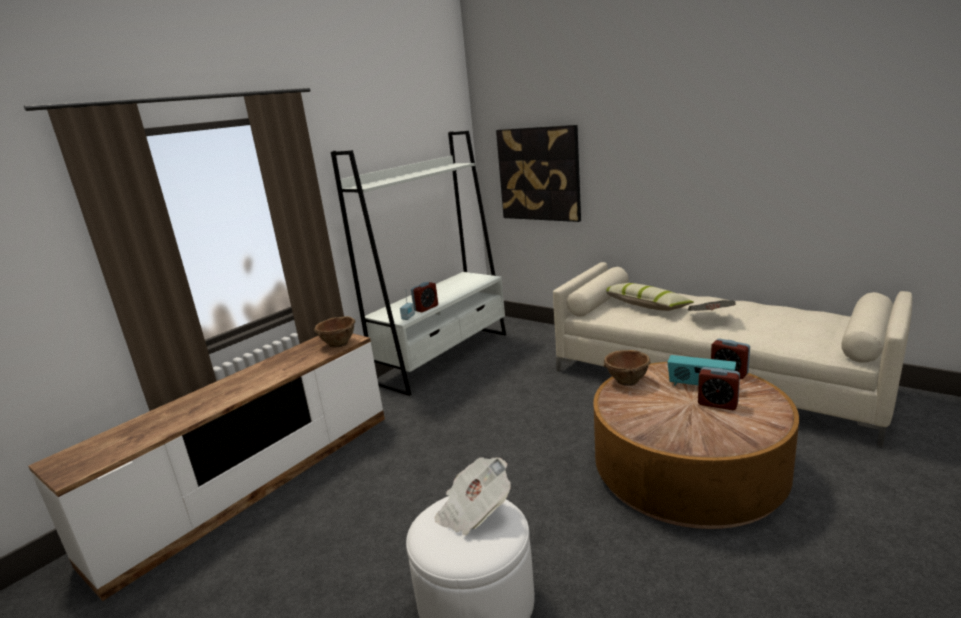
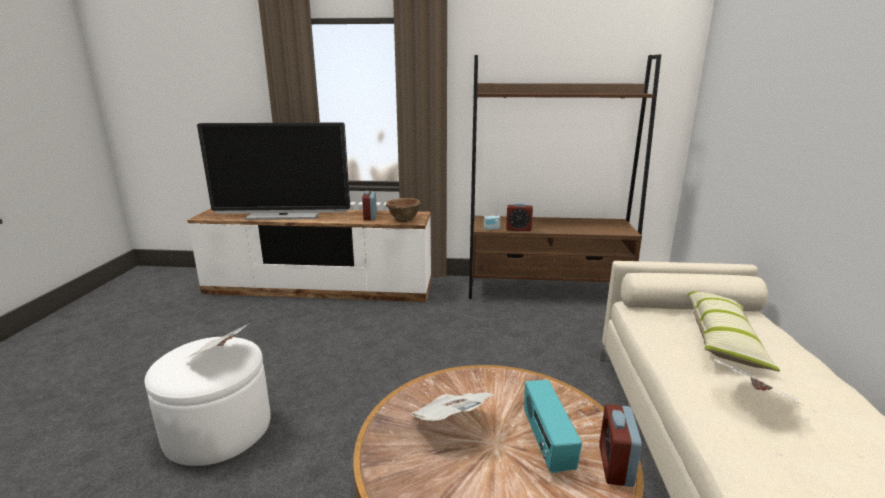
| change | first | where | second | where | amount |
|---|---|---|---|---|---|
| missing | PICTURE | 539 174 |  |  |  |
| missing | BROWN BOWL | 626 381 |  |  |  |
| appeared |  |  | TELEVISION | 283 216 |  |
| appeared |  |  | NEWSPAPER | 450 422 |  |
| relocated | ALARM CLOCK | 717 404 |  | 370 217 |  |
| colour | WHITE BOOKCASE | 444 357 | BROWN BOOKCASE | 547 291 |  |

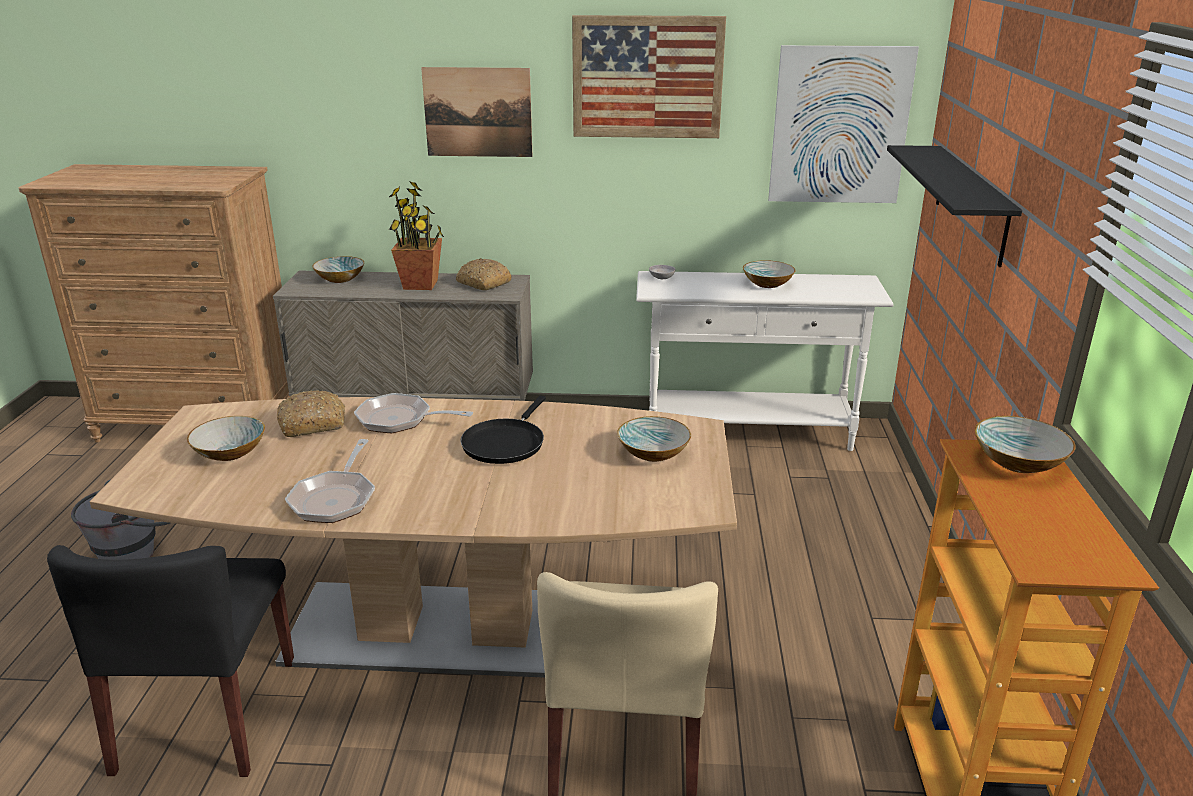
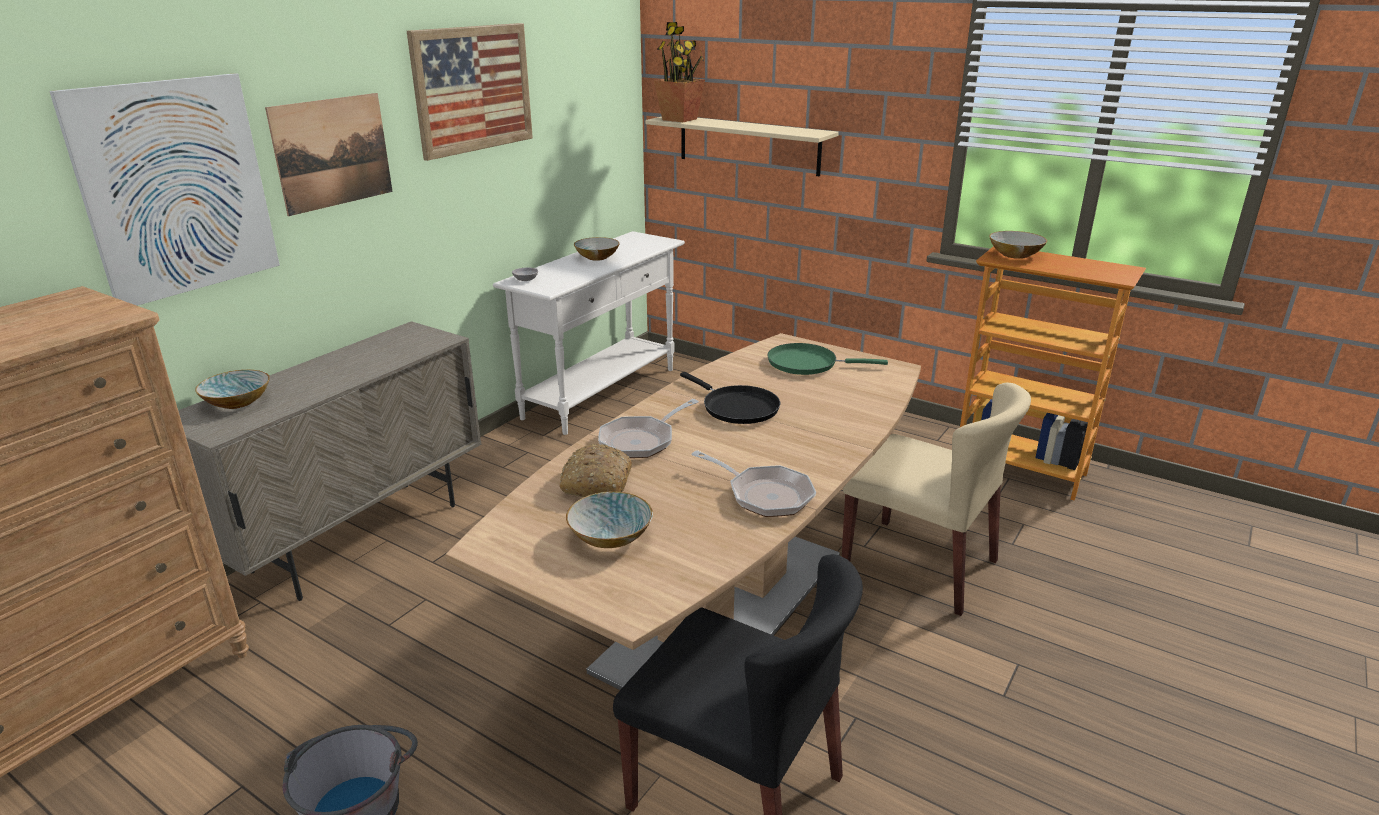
| change | first | where | second | where | amount |
|---|---|---|---|---|---|
| missing | BREAD | 483 283 |  |  |  |
| relocated | POTTED PLANT | 421 285 |  | 680 119 |  |
| relocated | PICTURE | 840 126 |  | 177 188 |  |
| exchanged | BOWL | 653 453 | GREEN FRYING PAN | 807 364 |  |
| colour | BLACK SHELF | 971 203 | BEIGE SHELF | 748 145 |  |

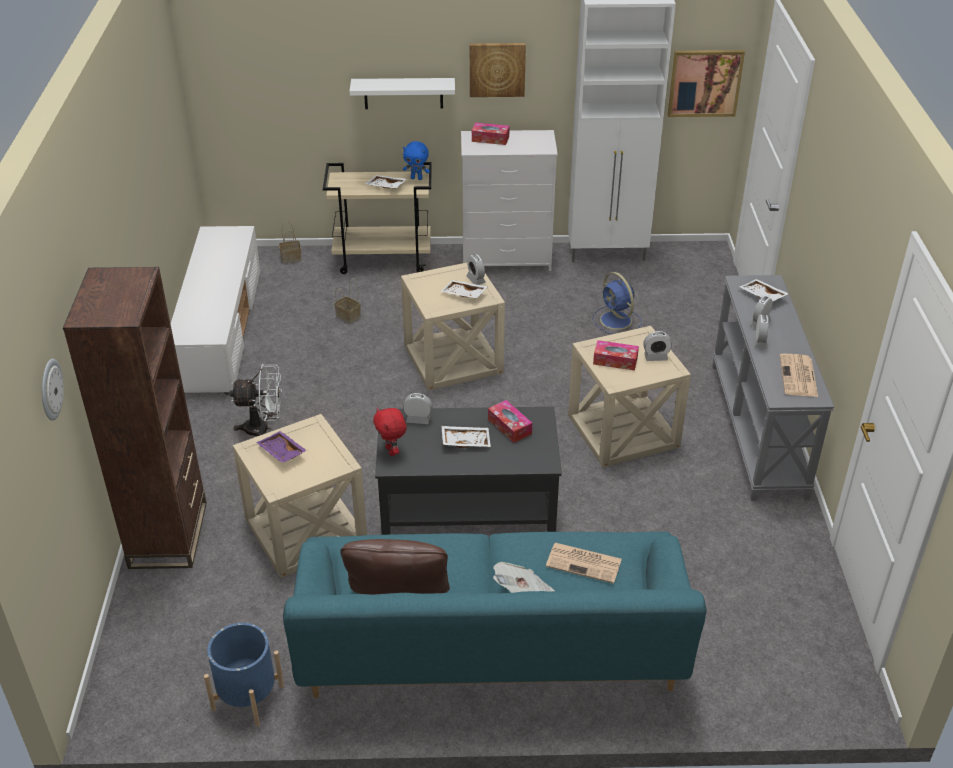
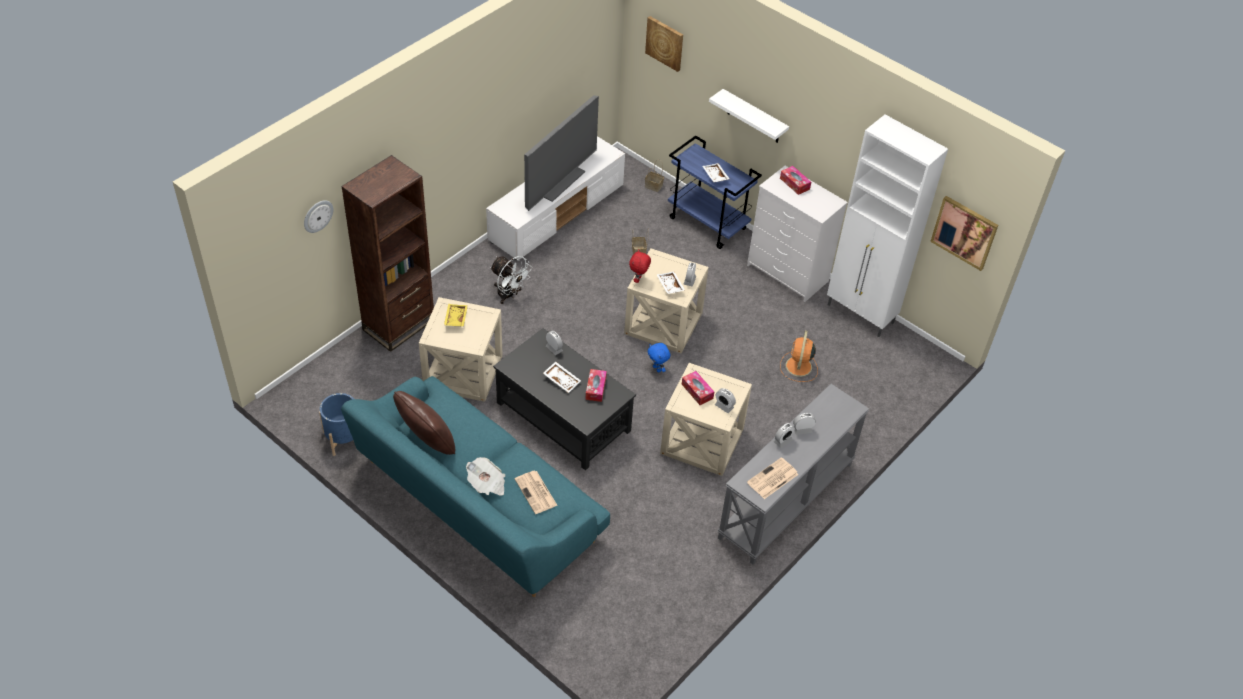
| change | first | where | second | where | amount |
|---|---|---|---|---|---|
| missing | WHITE TRAY | 762 296 |  |  |  |
| appeared |  |  | TELEVISION | 558 180 |  |
| relocated | RED PLUSH TOY | 391 451 |  | 639 279 |  |
| relocated | BLUE PLUSH TOY | 416 178 |  | 657 369 |  |
| relocated | PICTURE | 497 69 |  | 665 43 |  |
| colour | PURPLE TRAY | 281 452 | YELLOW TRAY | 455 318 |  |
| colour | BEIGE CART | 383 259 | BLUE CART | 708 223 |  |
| colour | BLUE FAN | 617 321 | ORANGE FAN | 798 367 |  |

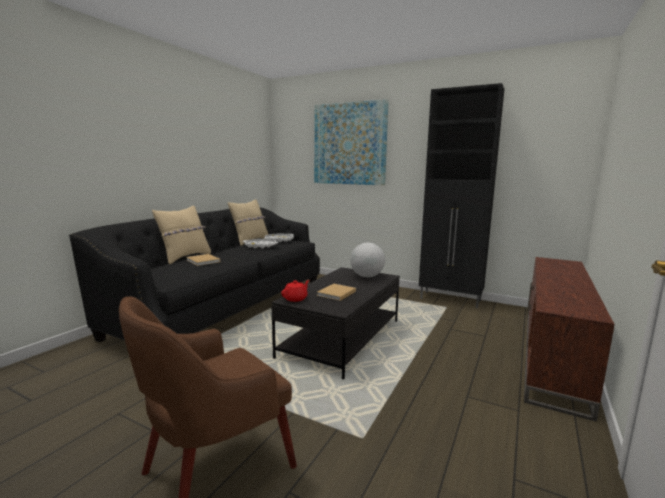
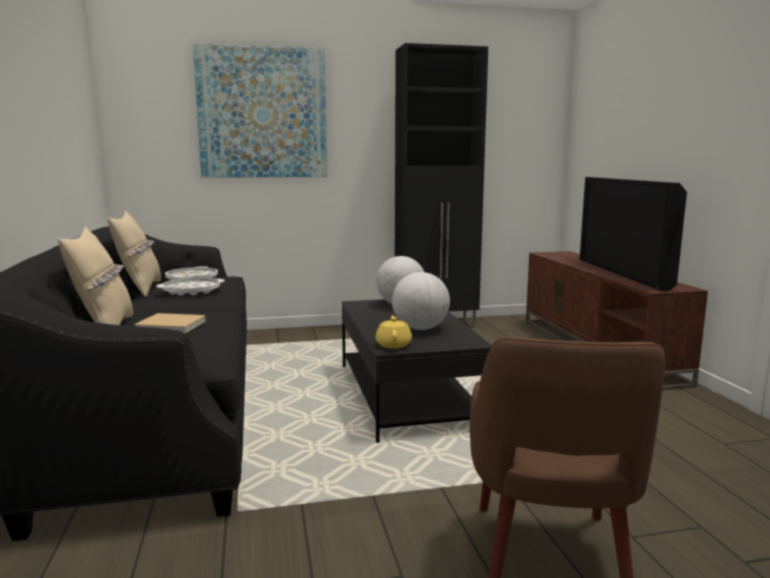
| change | first | where | second | where | amount |
|---|---|---|---|---|---|
| appeared |  |  | TELEVISION | 625 273 |  |
| exchanged | BEIGE BOOK | 336 293 | GLOBE | 420 328 |  |
| colour | RED TEAPOT | 295 298 | YELLOW TEAPOT | 393 344 |  |

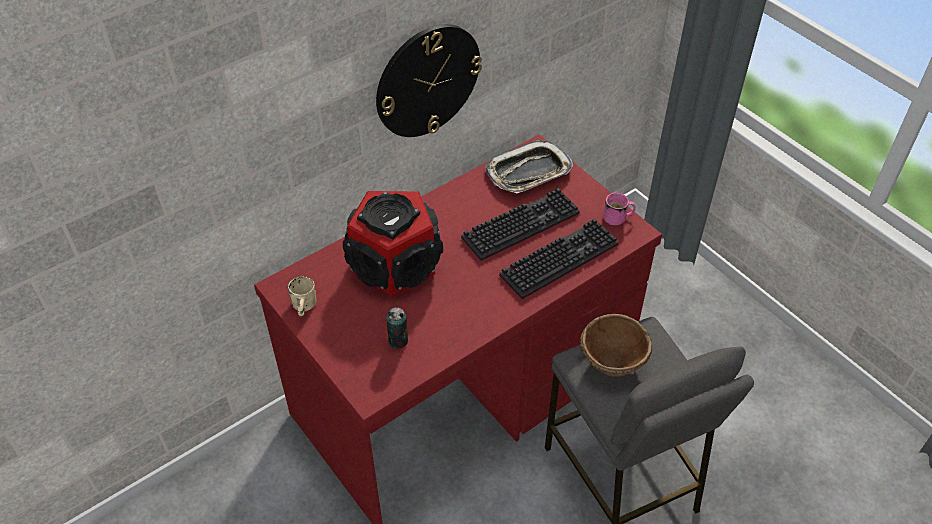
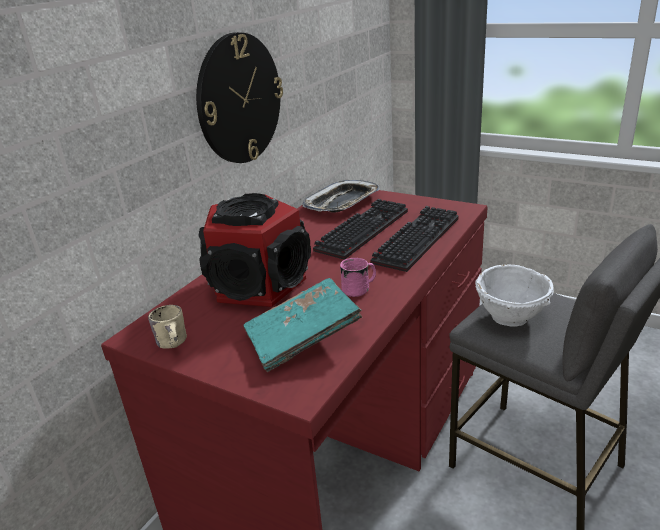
| change | first | where | second | where | amount |
|---|---|---|---|---|---|
| relocated | PINK MUG | 618 218 |  | 360 289 |  |
| exchanged | CAN | 398 341 | TURQUOISE BOOK | 302 338 |  |
| colour | BROWN BOWL | 612 364 | WHITE BOWL | 511 317 |  |

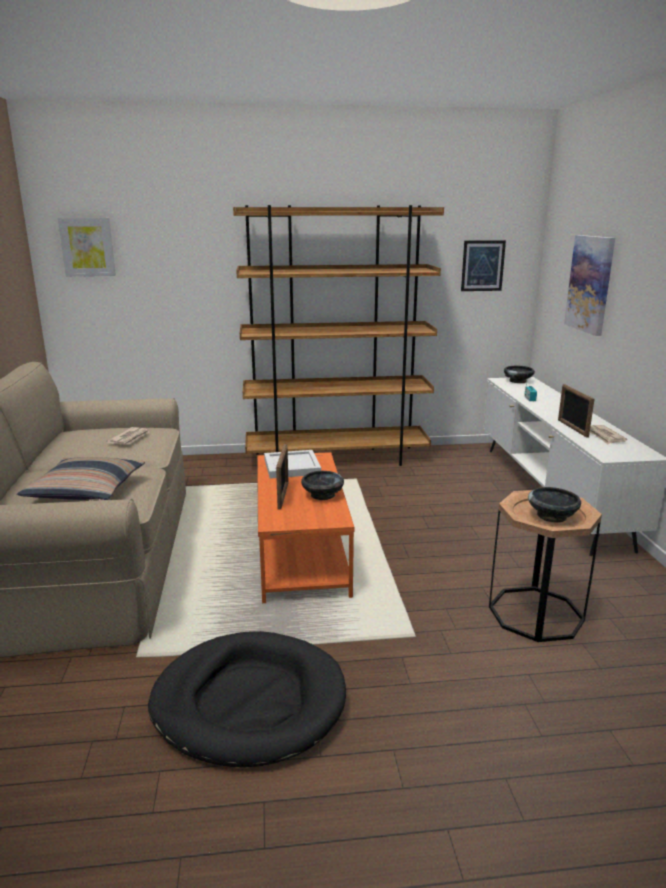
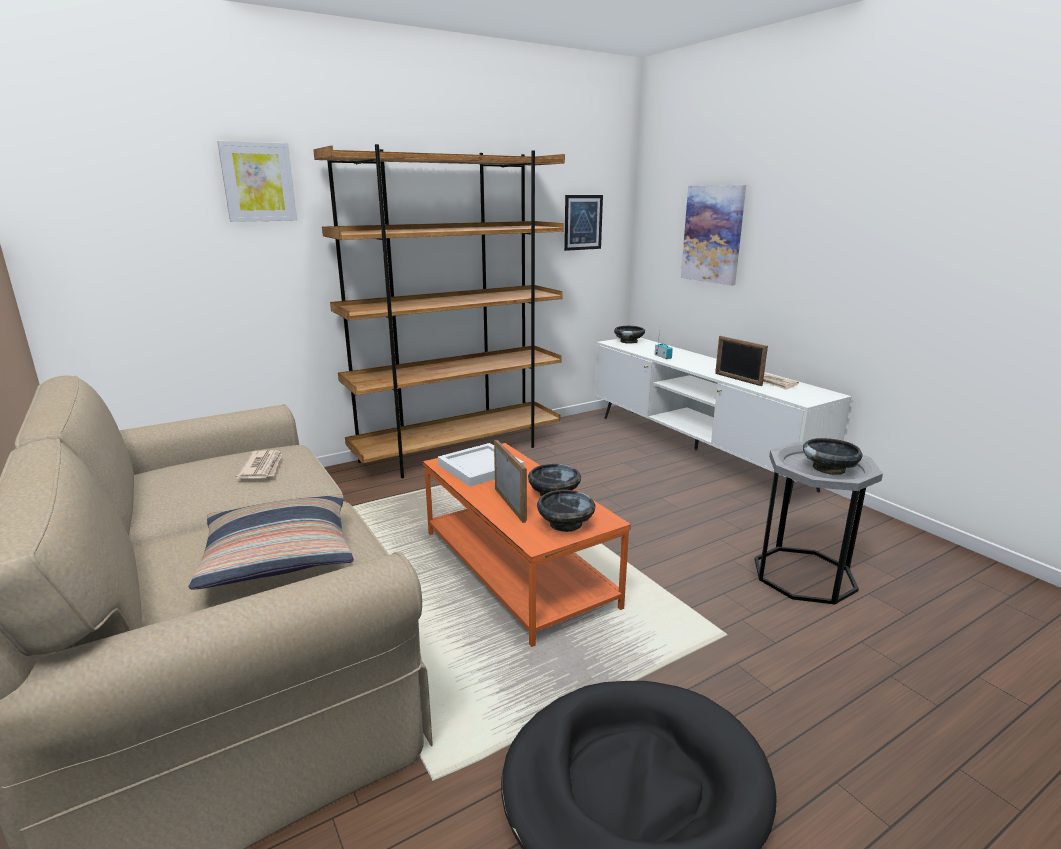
| change | first | where | second | where | amount |
|---|---|---|---|---|---|
| appeared |  |  | BLACK BOWL | 565 524 |  |
| relocated | PICTURE | 87 247 |  | 258 182 |  |
| colour | BROWN SIDE TABLE | 536 613 | GREY SIDE TABLE | 804 574 |  |

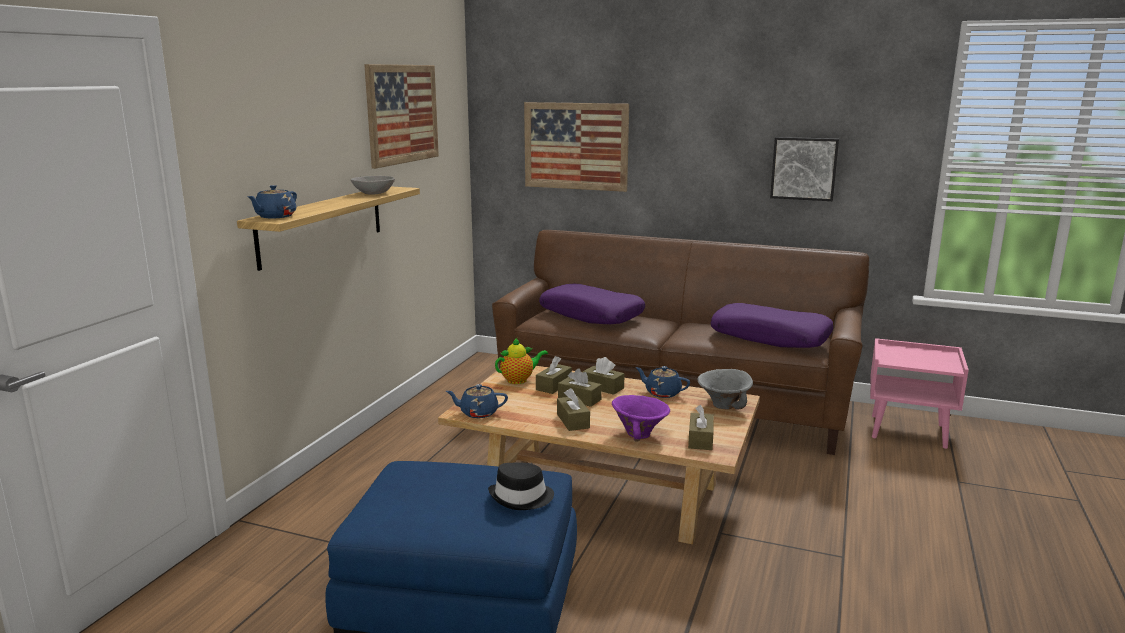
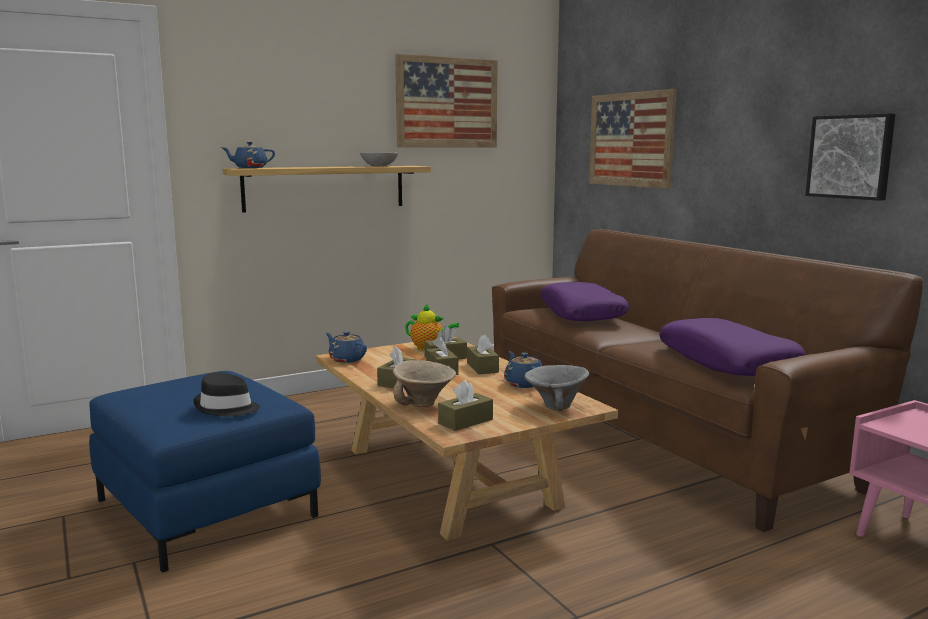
| change | first | where | second | where | amount |
|---|---|---|---|---|---|
| colour | PURPLE BOWL | 640 434 | BEIGE BOWL | 425 403 |  |

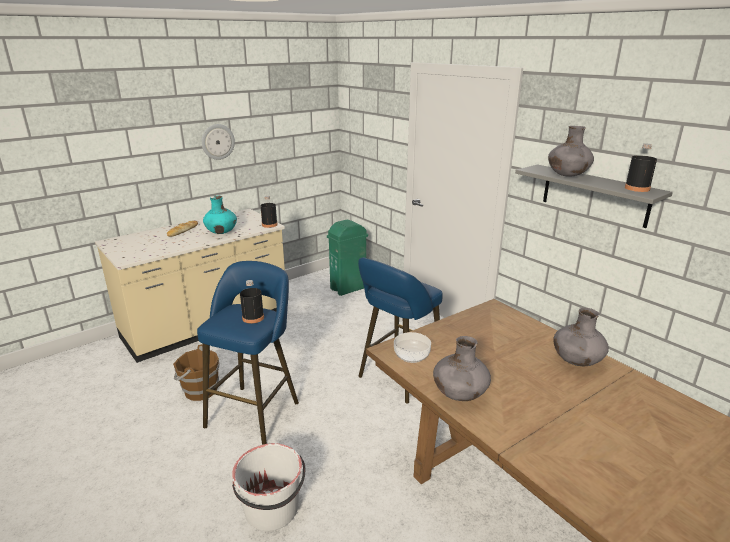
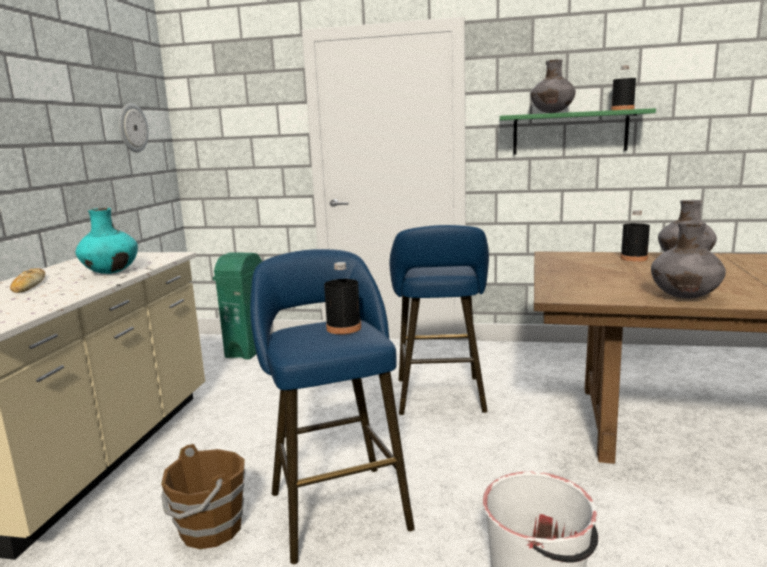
| change | first | where | second | where | amount |
|---|---|---|---|---|---|
| missing | BOWL | 411 355 |  |  |  |
| relocated | WALL CLOCK | 217 141 |  | 132 128 |  |
| relocated | BLACK BOTTLE | 269 225 |  | 633 258 |  |
| colour | GREY SHELF | 594 195 | GREEN SHELF | 569 132 |  |

